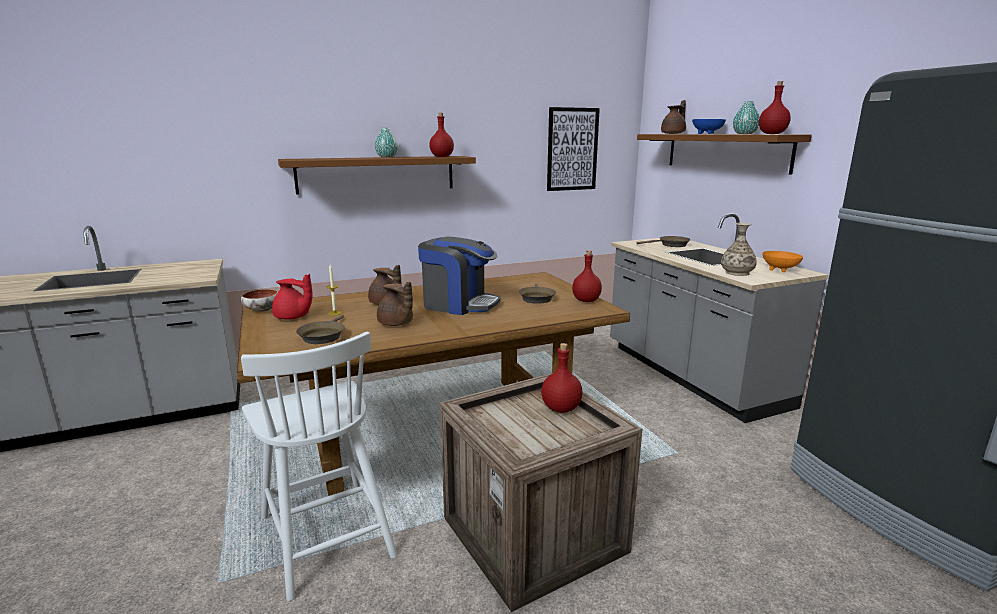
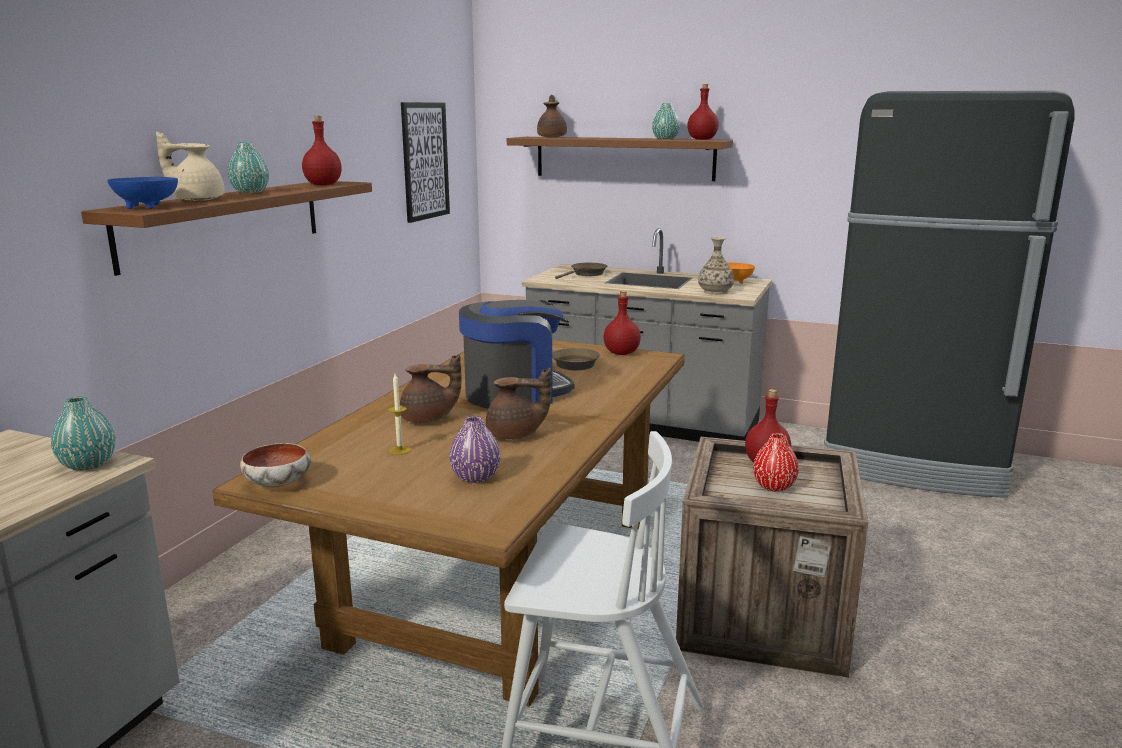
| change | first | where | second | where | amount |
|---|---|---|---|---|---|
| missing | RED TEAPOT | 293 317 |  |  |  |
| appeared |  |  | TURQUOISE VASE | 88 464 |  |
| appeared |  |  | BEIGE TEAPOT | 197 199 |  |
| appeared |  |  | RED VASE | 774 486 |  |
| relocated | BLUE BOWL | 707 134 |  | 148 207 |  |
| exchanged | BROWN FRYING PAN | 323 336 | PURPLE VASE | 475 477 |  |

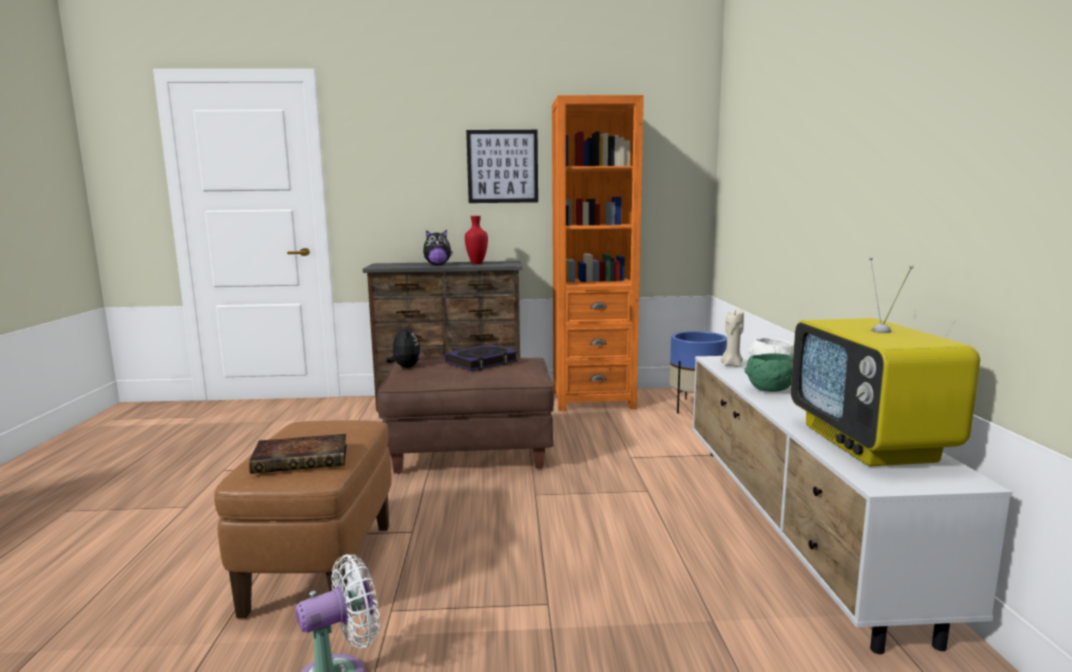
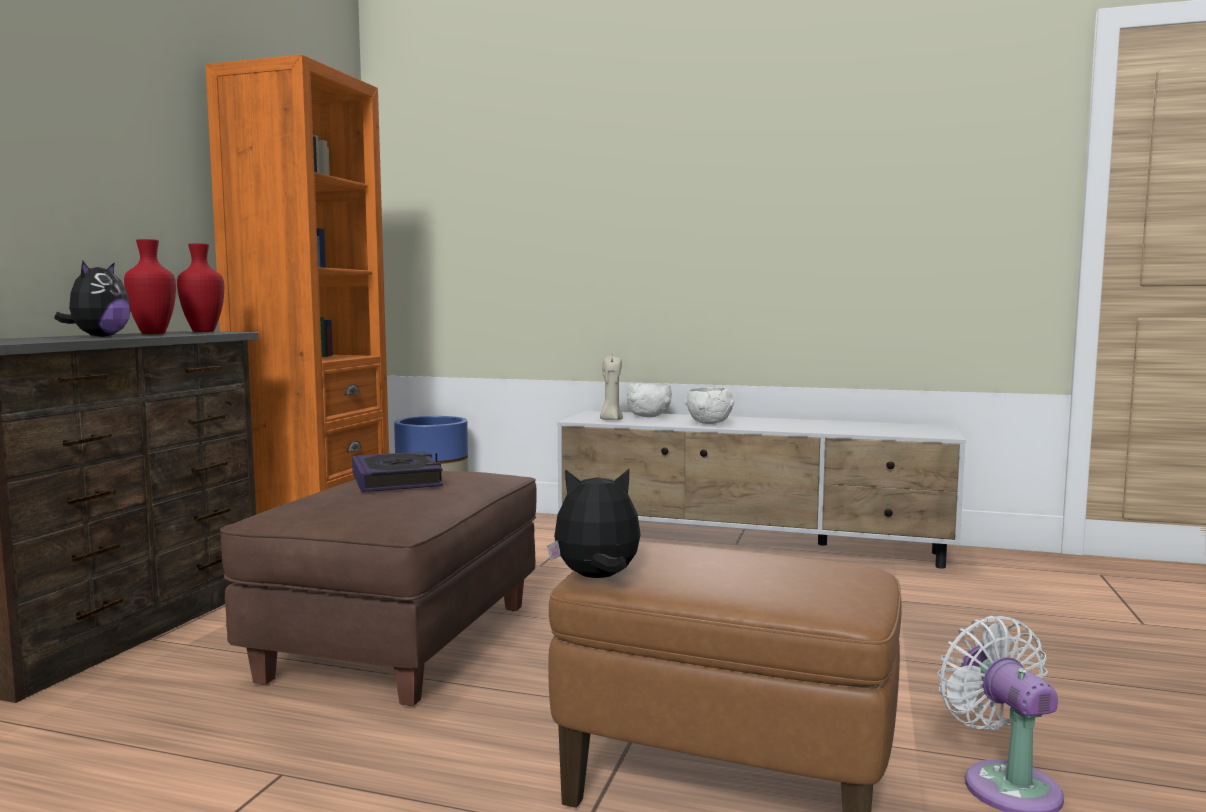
| change | first | where | second | where | amount |
|---|---|---|---|---|---|
| missing | BOOK | 304 459 |  |  |  |
| missing | PICTURE | 502 166 |  |  |  |
| missing | TELEVISION | 870 444 |  |  |  |
| appeared |  |  | RED VASE | 204 331 |  |
| relocated | PLUSH TOY | 405 367 |  | 597 578 |  |
| colour | GREEN BOWL | 770 390 | WHITE BOWL | 709 423 |  |

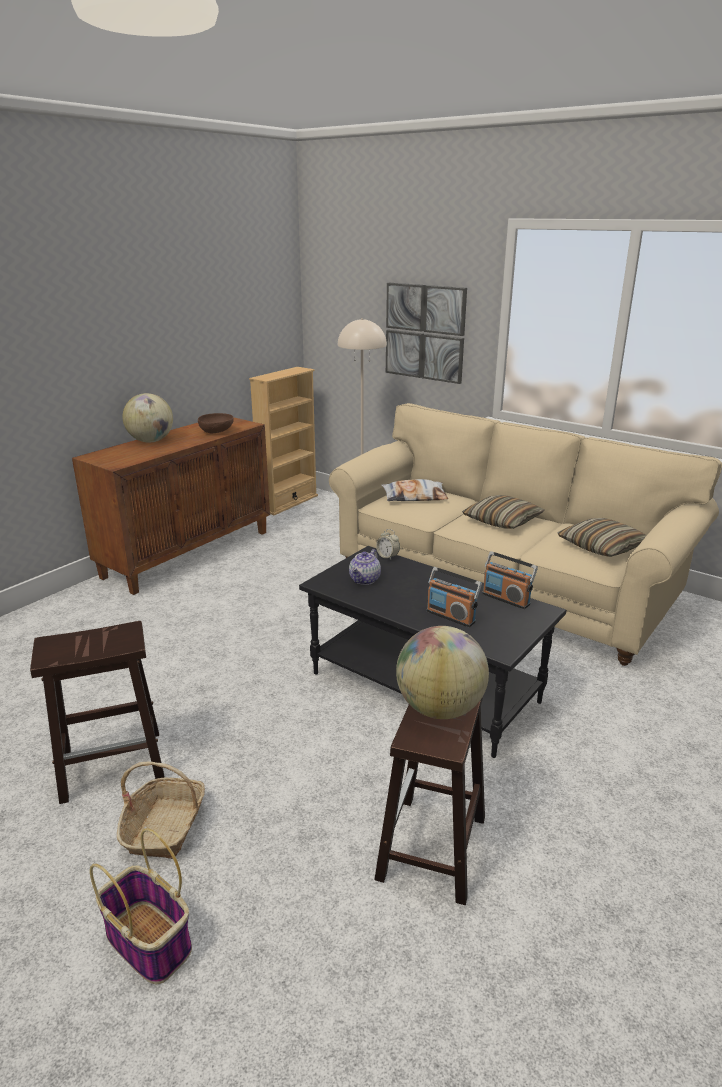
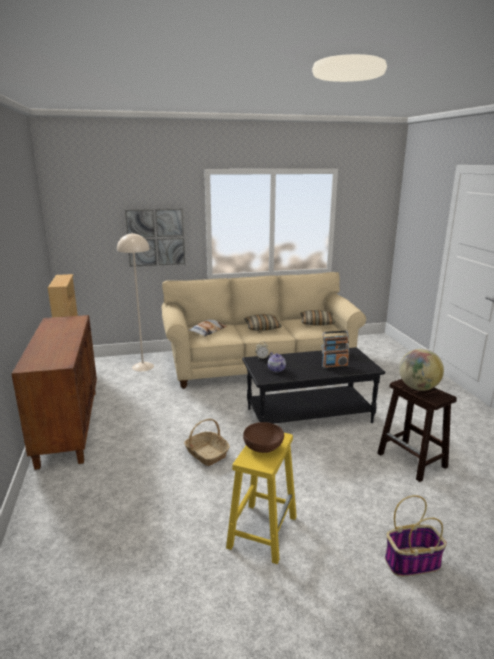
| change | first | where | second | where | amount |
|---|---|---|---|---|---|
| missing | GLOBE | 151 441 |  |  |  |
| relocated | BASKET | 165 827 |  | 206 453 |  |
| relocated | BROWN BOWL | 217 432 |  | 263 447 |  |
| colour | BROWN STOOL | 114 764 | YELLOW STOOL | 262 531 |  |

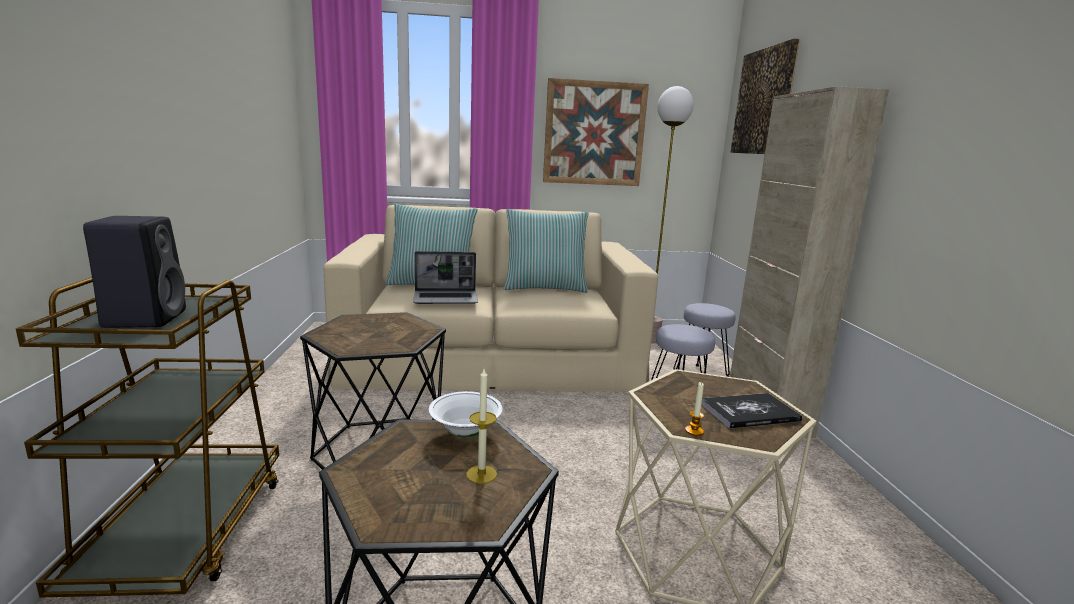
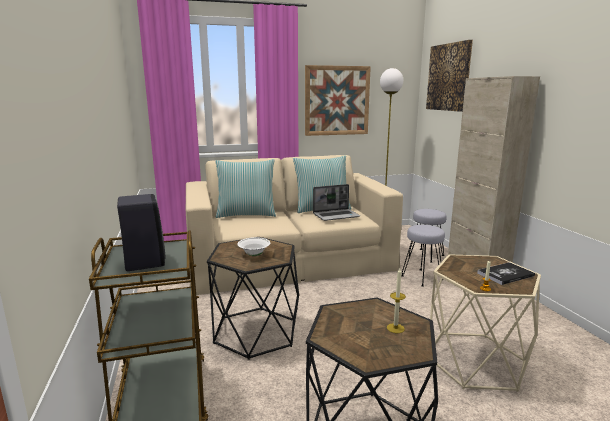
| change | first | where | second | where | amount |
|---|---|---|---|---|---|
| relocated | LAPTOP | 446 299 |  | 336 215 |  |
| relocated | WHITE BOWL | 465 433 |  | 254 254 |  |

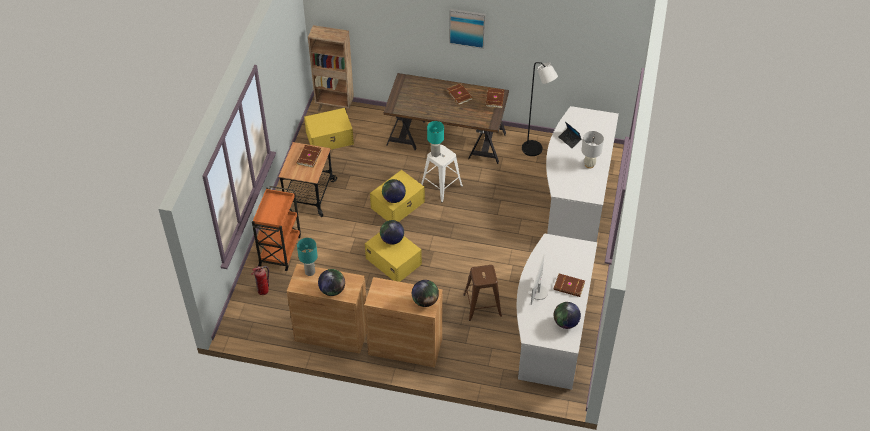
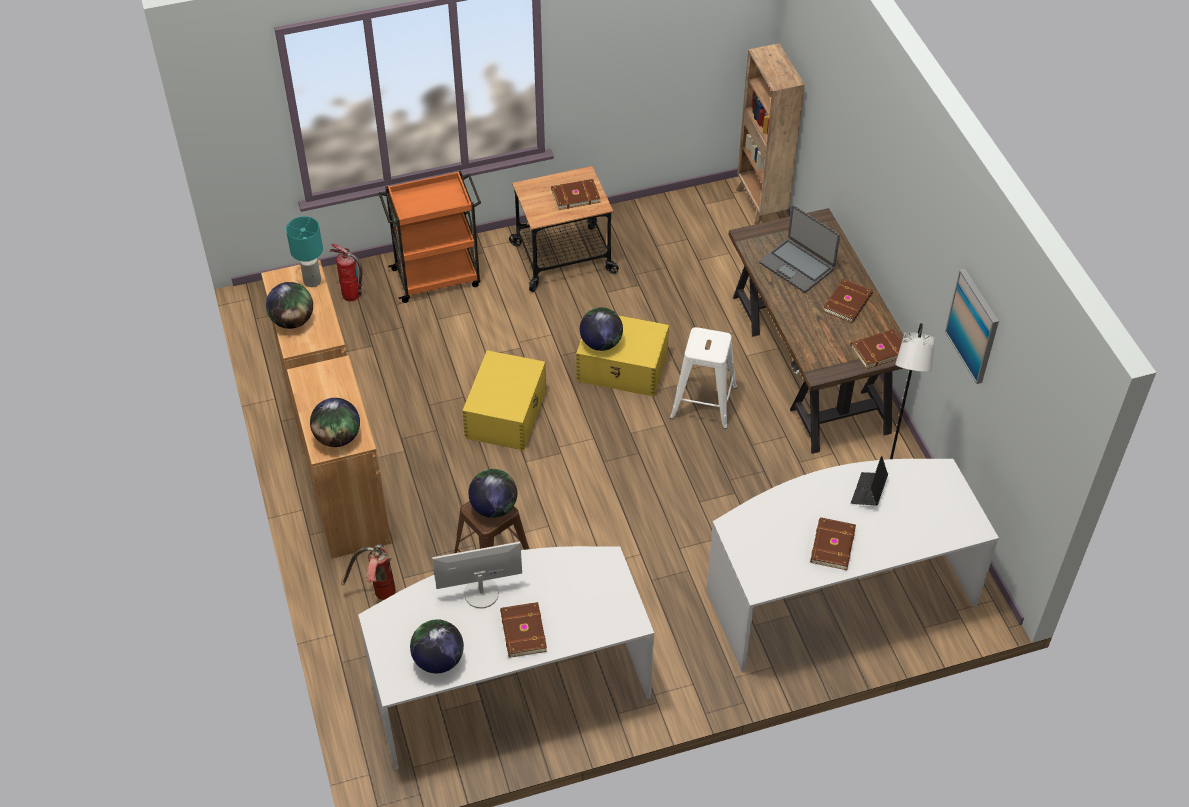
| change | first | where | second | where | amount |
|---|---|---|---|---|---|
| missing | YELLOW STORAGE BOX | 330 138 |  |  |  |
| missing | TURQUOISE TABLE LAMP | 435 154 |  |  |  |
| appeared |  |  | FIRE EXTINGUISHER | 376 593 |  |
| appeared |  |  | LAPTOP | 797 266 |  |
| relocated | GLOBE | 392 240 |  | 493 507 |  |
| relocated | PICTURE | 467 28 |  | 973 326 |  |
| exchanged | WHITE TABLE LAMP | 589 165 | BROWN BOOK | 831 545 |  |

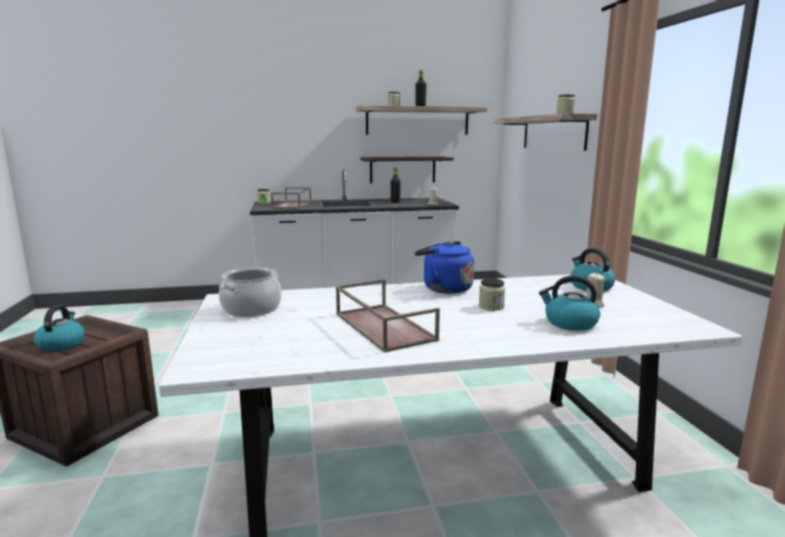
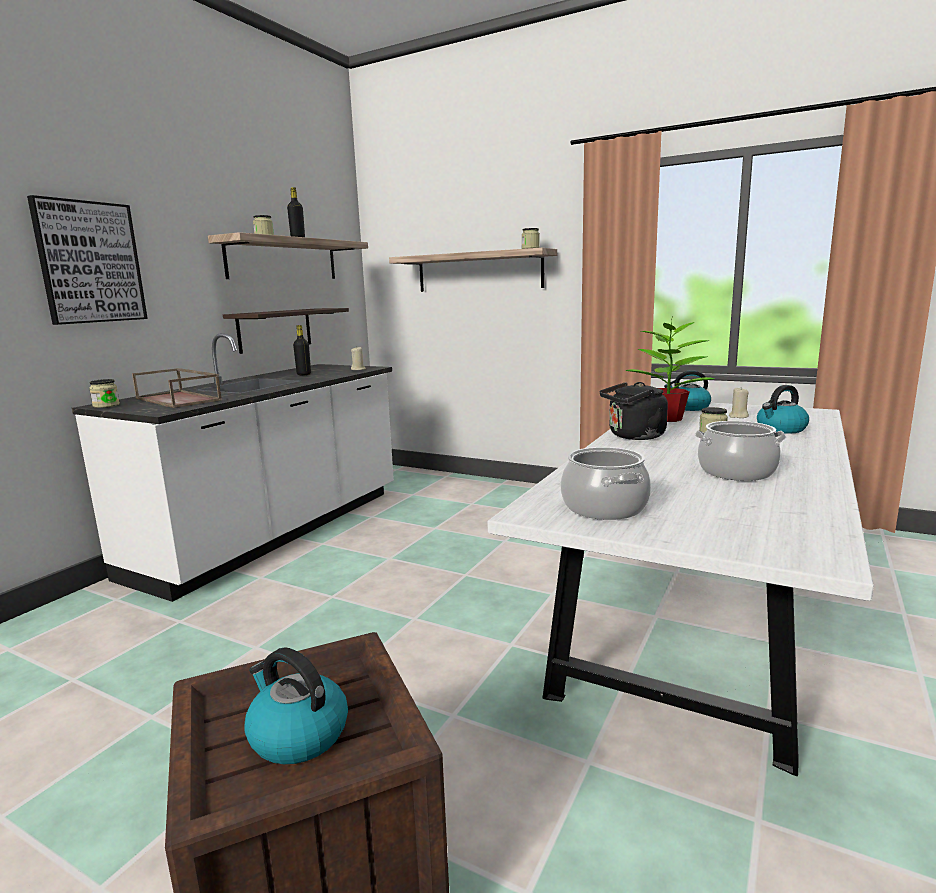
| change | first | where | second | where | amount |
|---|---|---|---|---|---|
| appeared |  |  | PICTURE | 90 262 |  |
| appeared |  |  | POTTED PLANT | 668 419 |  |
| exchanged | BROWN TRAY | 382 326 | COOKING POT | 736 472 |  |
| colour | BLUE KETTLE | 444 288 | BLACK KETTLE | 633 436 |  |

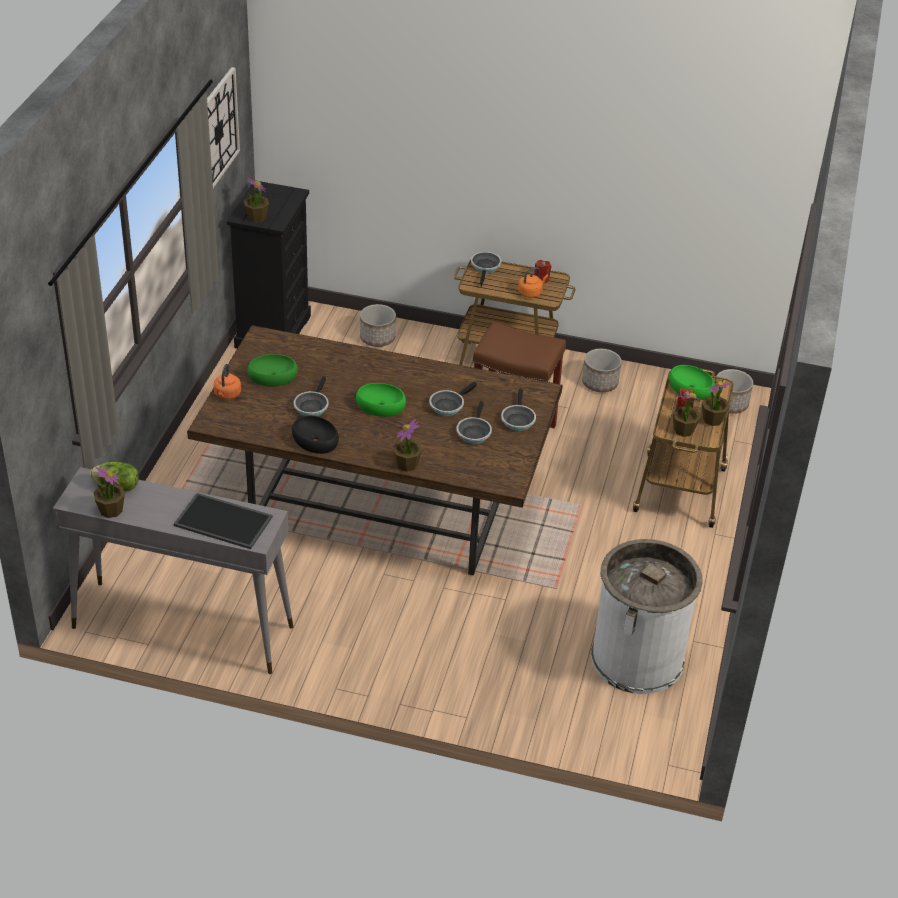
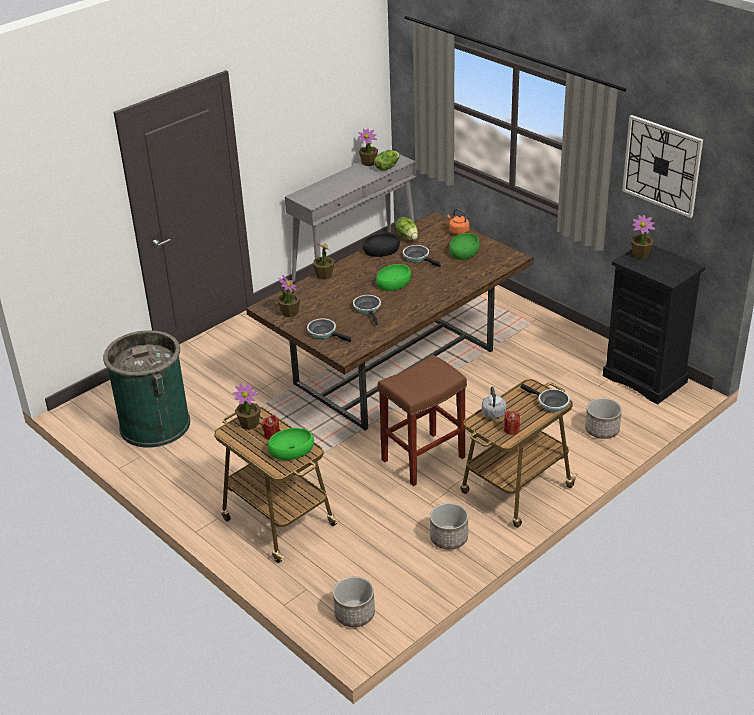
| change | first | where | second | where | amount |
|---|---|---|---|---|---|
| missing | TRAY | 224 521 |  |  |  |
| missing | FRYING PAN | 474 432 |  |  |  |
| appeared |  |  | LETTUCE | 407 237 |  |
| relocated | POTTED PLANT | 712 419 |  | 290 312 |  |
| colour | ORANGE KETTLE | 531 292 | GREY KETTLE | 493 414 |  |
| colour | WHITE TRASH CAN | 637 658 | GREEN TRASH CAN | 155 425 |  |

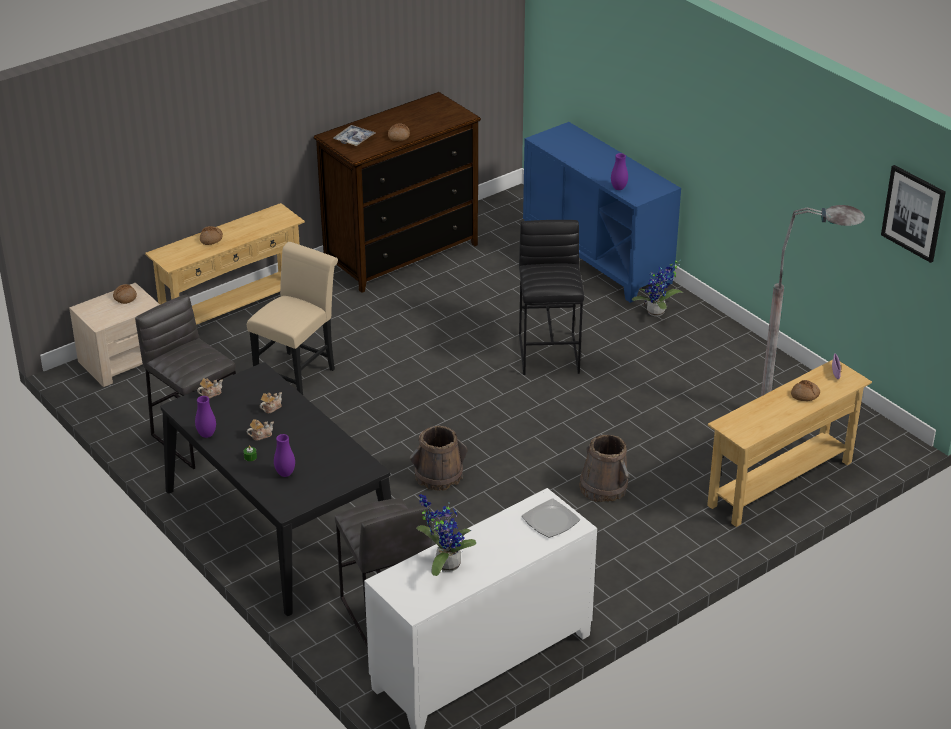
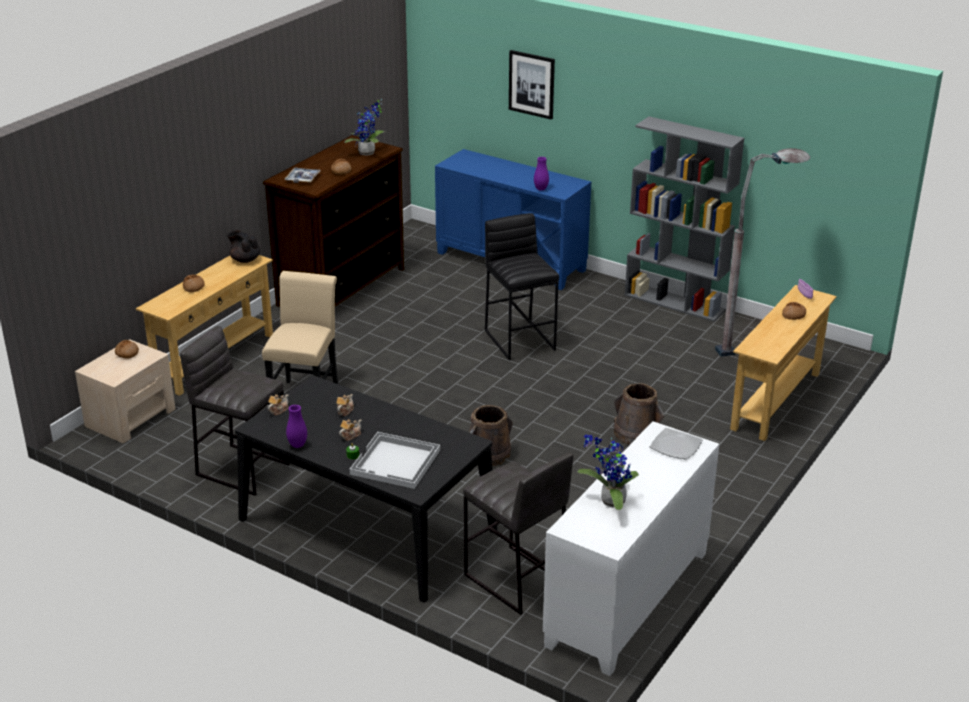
| change | first | where | second | where | amount |
|---|---|---|---|---|---|
| appeared |  |  | BLACK TEAPOT | 245 260 |  |
| appeared |  |  | GREY BOOKCASE | 675 302 |  |
| relocated | POTTED PLANT | 657 313 |  | 368 153 |  |
| relocated | PICTURE | 913 213 |  | 532 84 |  |
| exchanged | PURPLE VASE | 285 474 | WHITE TRAY | 396 462 |  |

